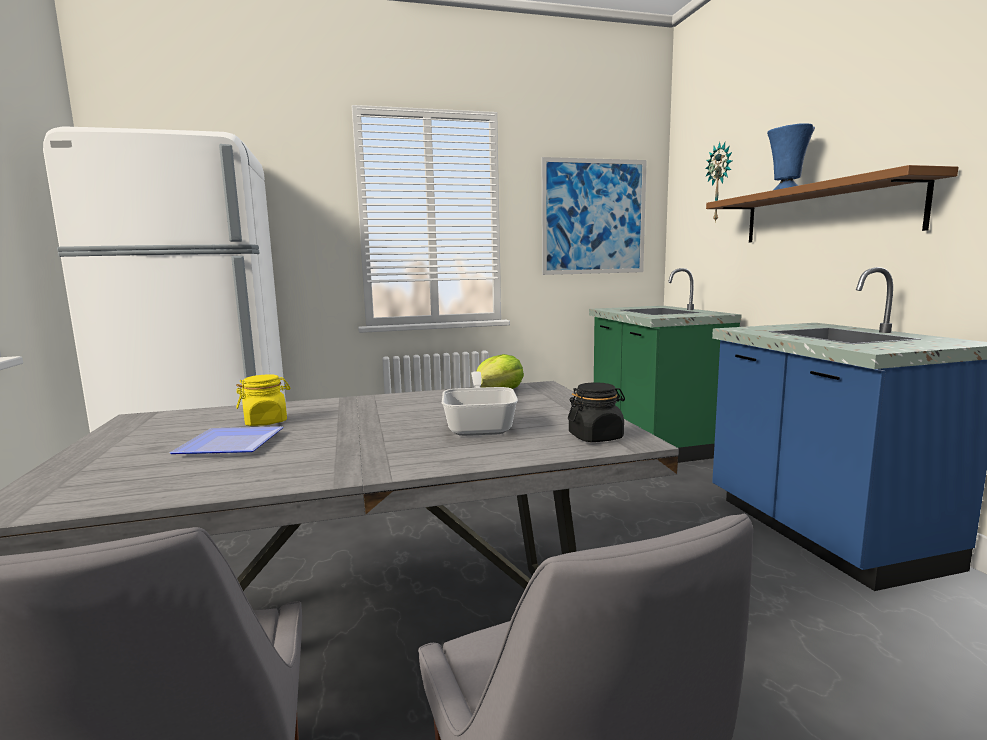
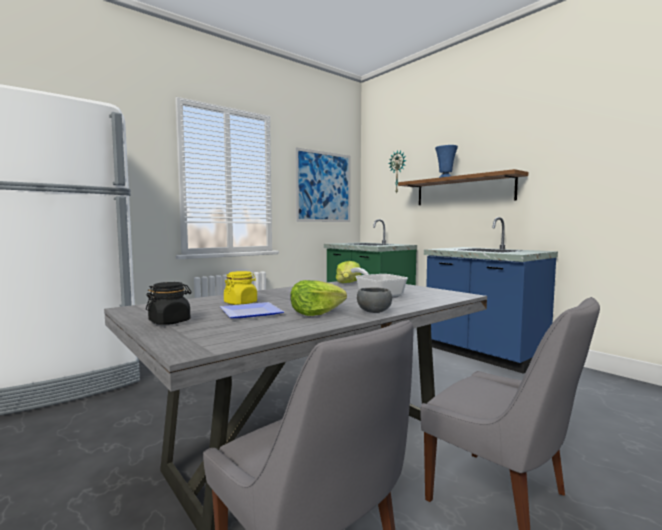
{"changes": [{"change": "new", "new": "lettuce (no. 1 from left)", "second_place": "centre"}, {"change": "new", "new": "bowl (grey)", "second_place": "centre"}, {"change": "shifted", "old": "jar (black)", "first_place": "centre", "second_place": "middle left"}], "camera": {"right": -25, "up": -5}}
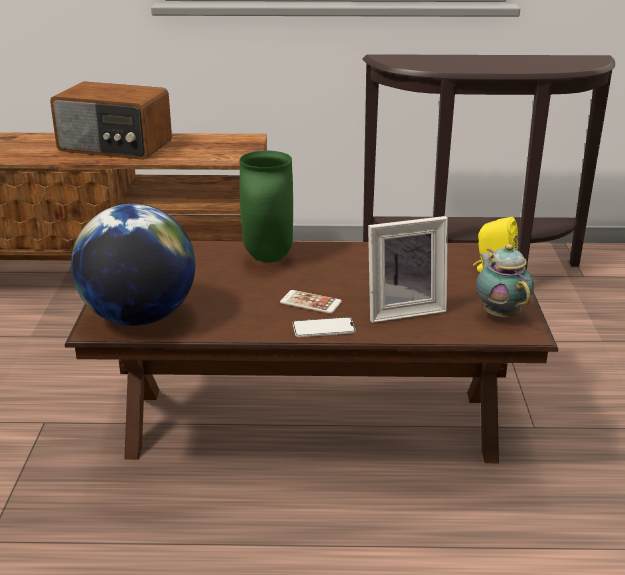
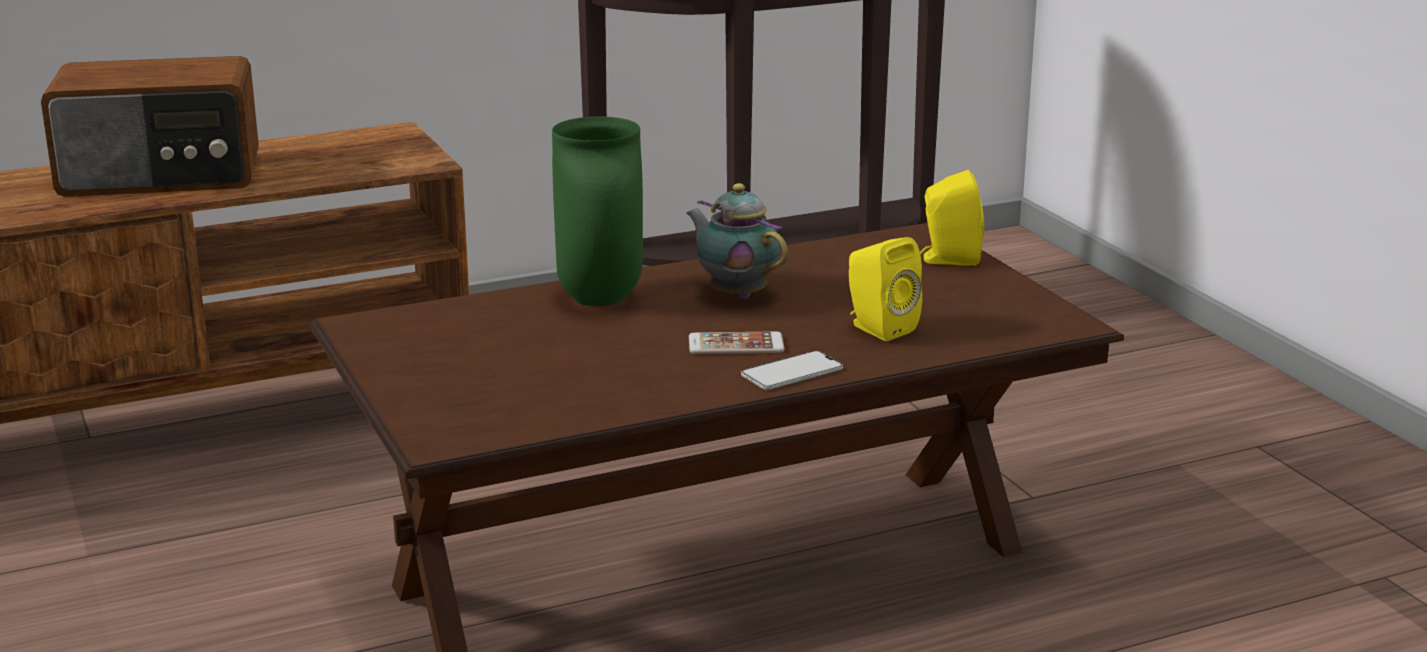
{"changes": [{"change": "gone", "old": "globe", "first_place": "middle left"}, {"change": "shifted", "old": "teapot", "first_place": "middle right", "second_place": "centre"}, {"change": "swapped", "old": "picture frame", "new": "speaker (yellow) (no. 1 from left)", "first_place": "centre", "second_place": "centre"}], "camera": {"right": -25, "up": -5}}
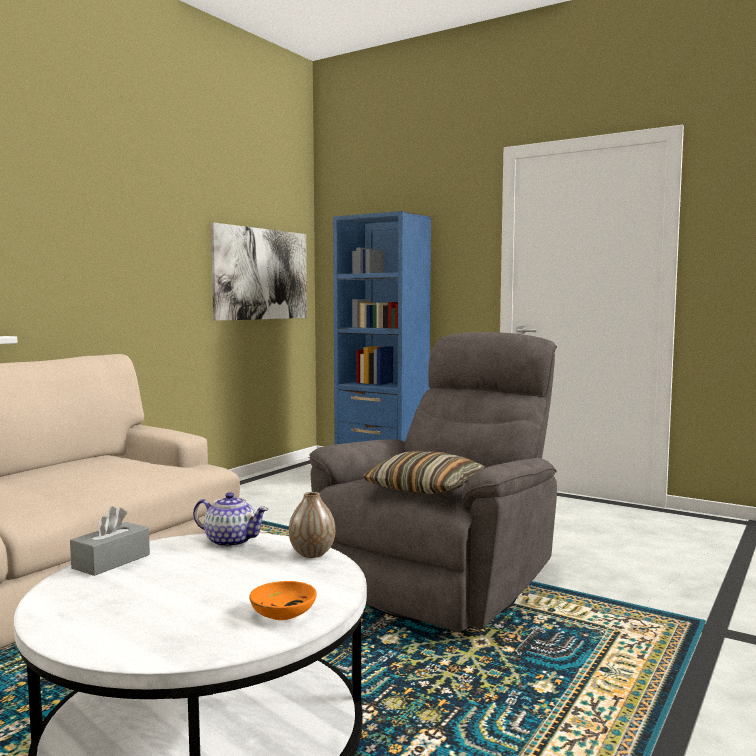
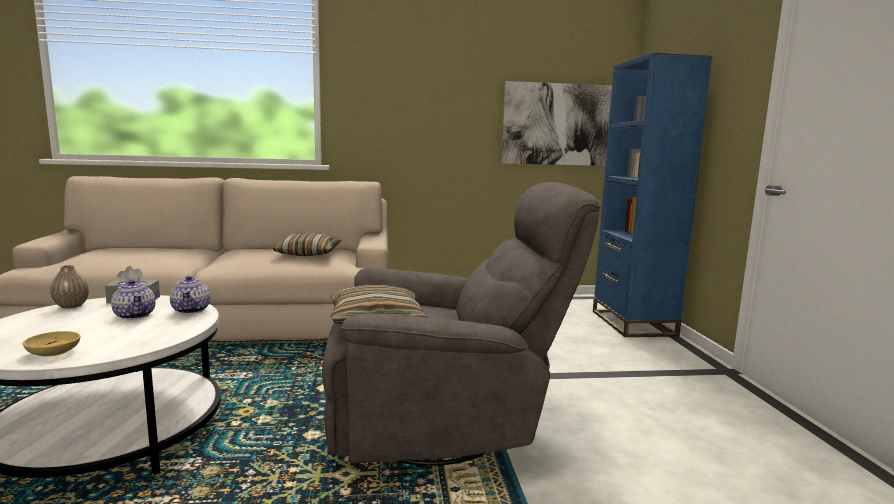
{"changes": [{"change": "new", "new": "teapot (no. 1 from left)", "second_place": "middle left"}, {"change": "new", "new": "pillow (no. 1 from left)", "second_place": "centre"}, {"change": "shifted", "old": "vase", "first_place": "bottom centre", "second_place": "middle left"}, {"change": "repainted", "old": "bowl (orange)", "new": "bowl (beige)", "first_place": "bottom centre", "second_place": "bottom left"}], "camera": {"right": 50, "up": 5}}
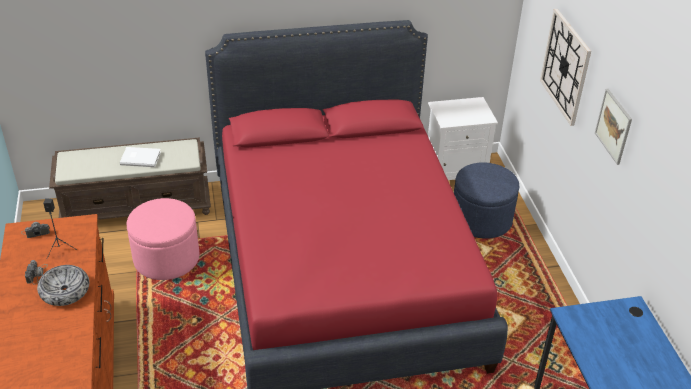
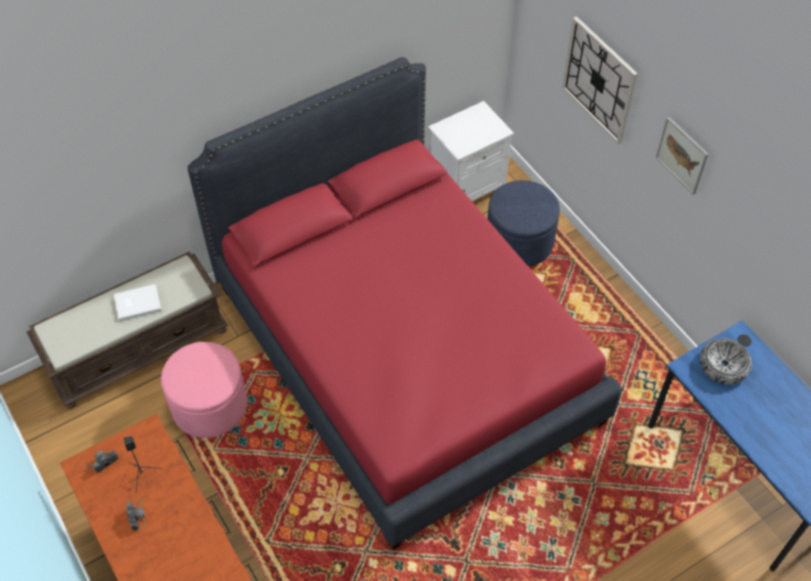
{"changes": [{"change": "shifted", "old": "bowl", "first_place": "bottom left", "second_place": "middle right"}], "camera": {"right": -20, "up": 15}}
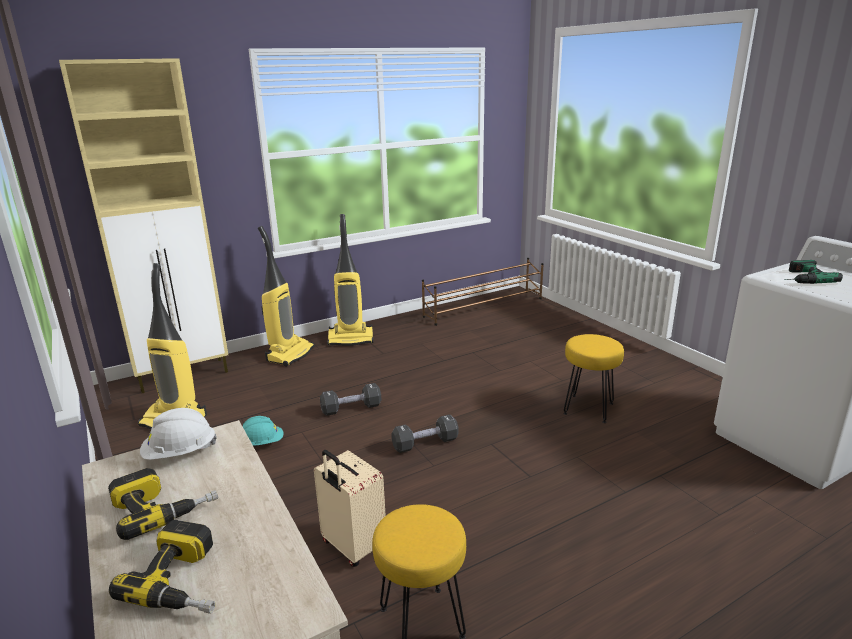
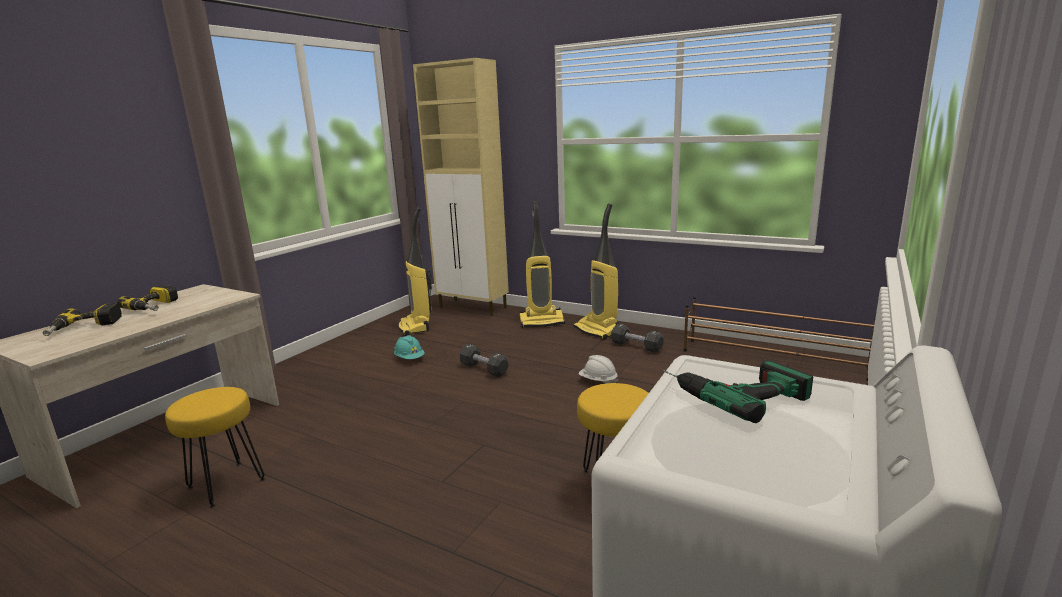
{"changes": [{"change": "gone", "old": "suitcase (beige)", "first_place": "bottom centre"}, {"change": "shifted", "old": "hard hat (white)", "first_place": "bottom left", "second_place": "centre"}, {"change": "shifted", "old": "dumbbell (black) (no. 2 from left)", "first_place": "bottom centre", "second_place": "centre"}], "camera": {"right": 60, "up": -5}}
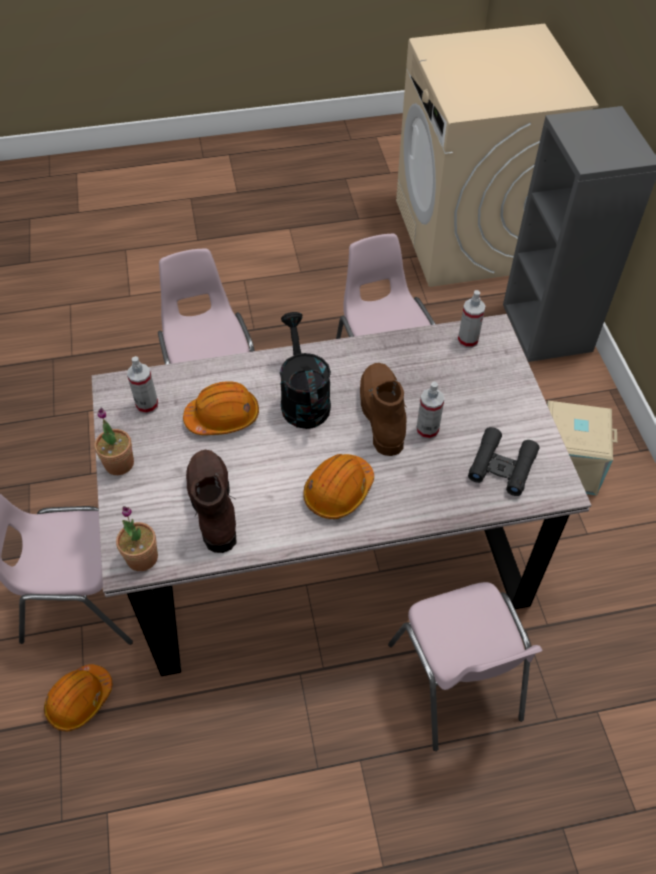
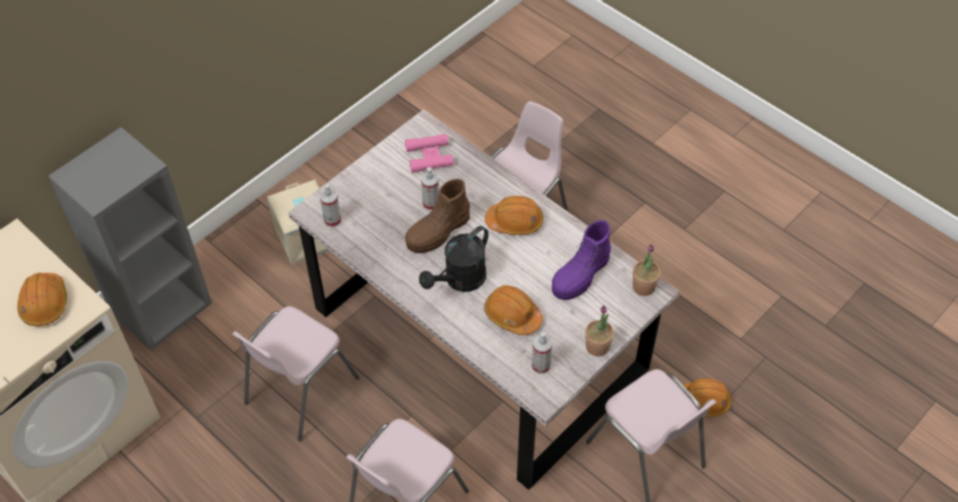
{"changes": [{"change": "new", "new": "hard hat (orange) (no. 1 from left)", "second_place": "middle left"}, {"change": "repainted", "old": "boot (brown) (no. 1 from left)", "new": "boot (purple)", "first_place": "middle left", "second_place": "centre"}, {"change": "repainted", "old": "binoculars (black)", "new": "binoculars (pink)", "first_place": "middle right", "second_place": "top centre"}], "camera": {"right": -125, "up": 0}}
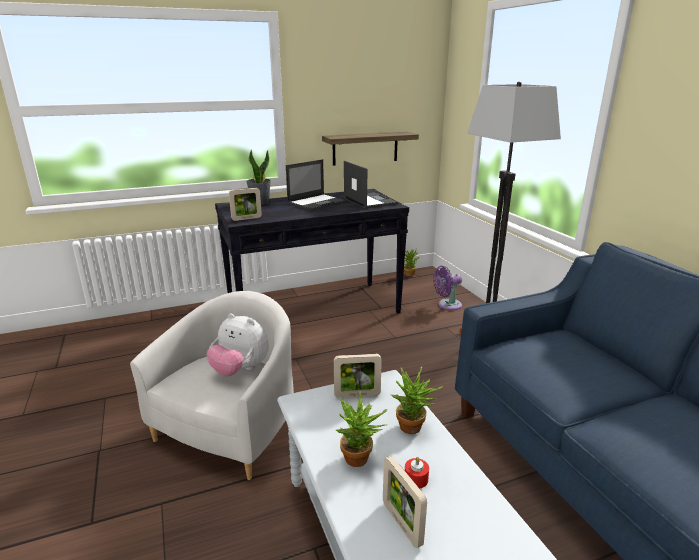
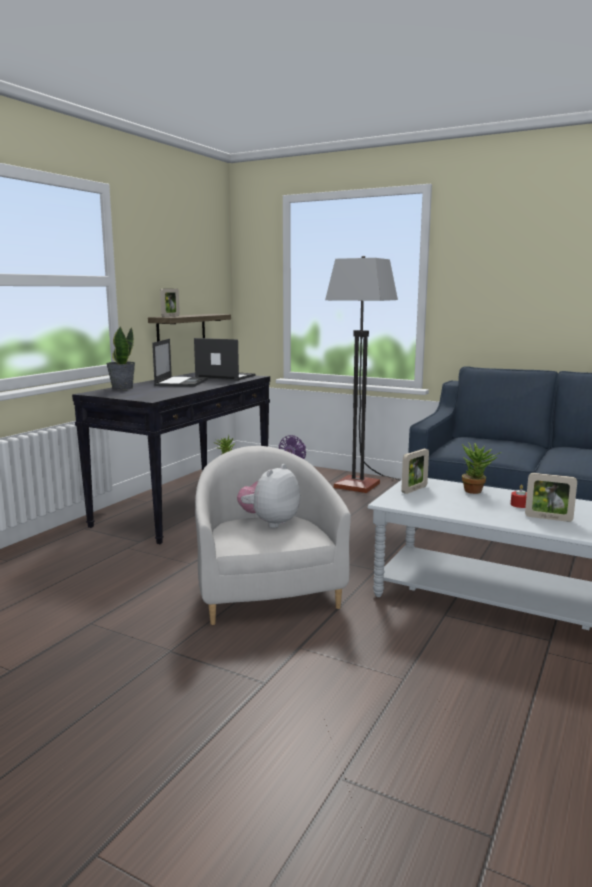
{"changes": [{"change": "gone", "old": "potted plant (no. 2 from left)", "first_place": "bottom centre"}, {"change": "shifted", "old": "picture frame (no. 1 from left)", "first_place": "centre", "second_place": "middle left"}, {"change": "rotated", "old": "plush toy", "first_place": "centre", "second_place": "centre", "degrees": 135}], "camera": {"right": -40, "up": -10}}
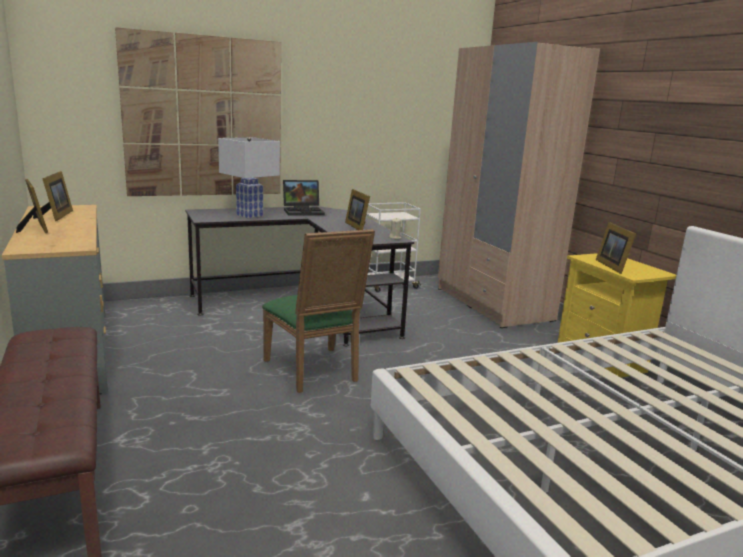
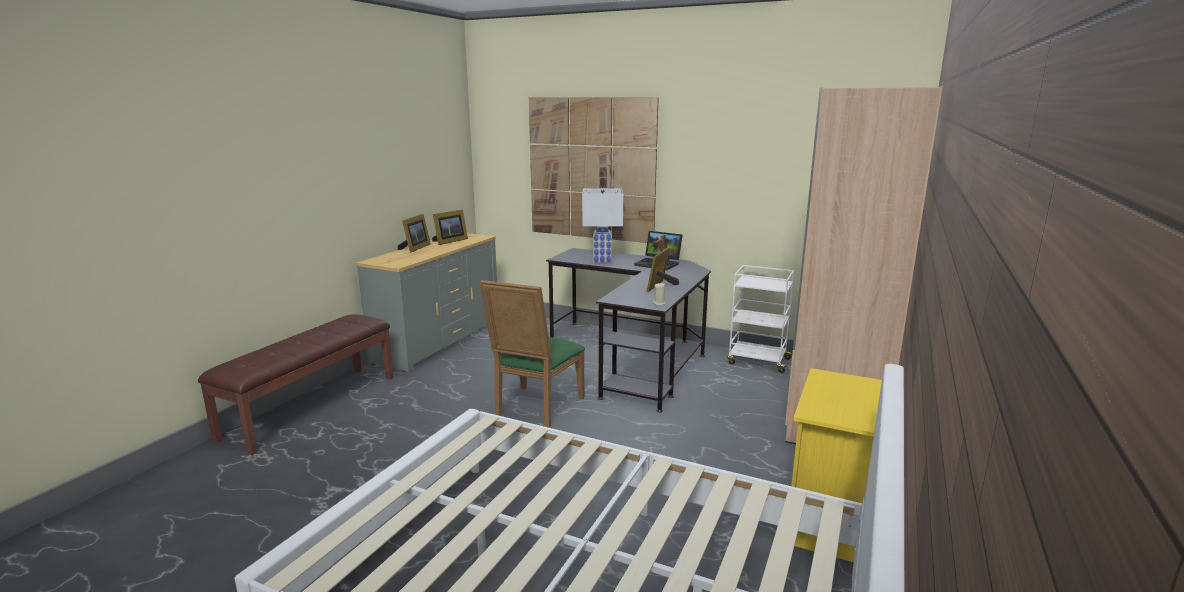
{"changes": [{"change": "gone", "old": "picture frame (no. 4 from left)", "first_place": "middle right"}], "camera": {"right": 50, "up": 0}}
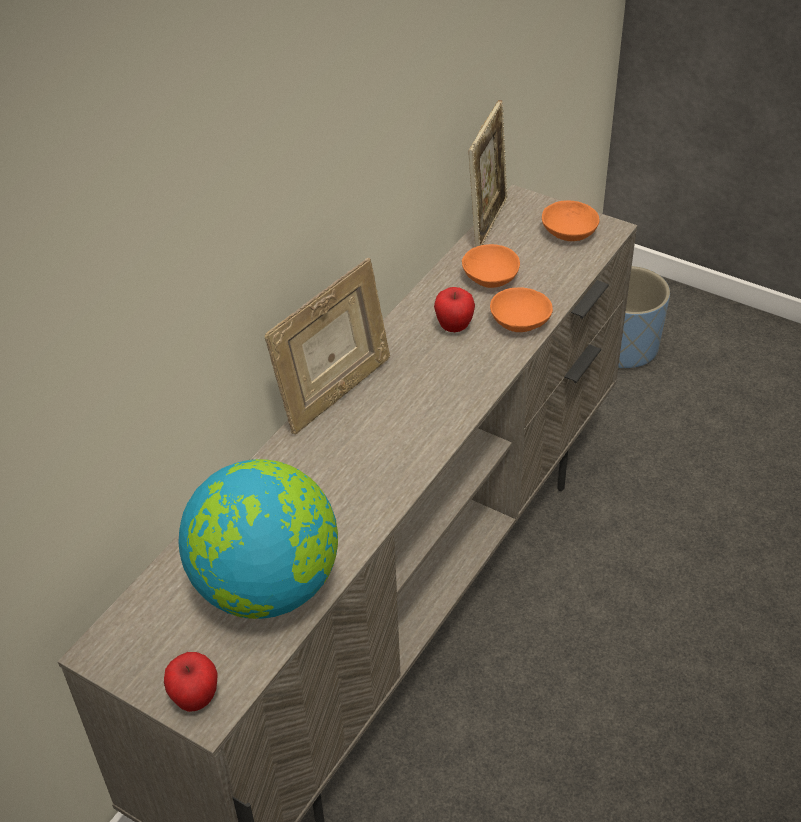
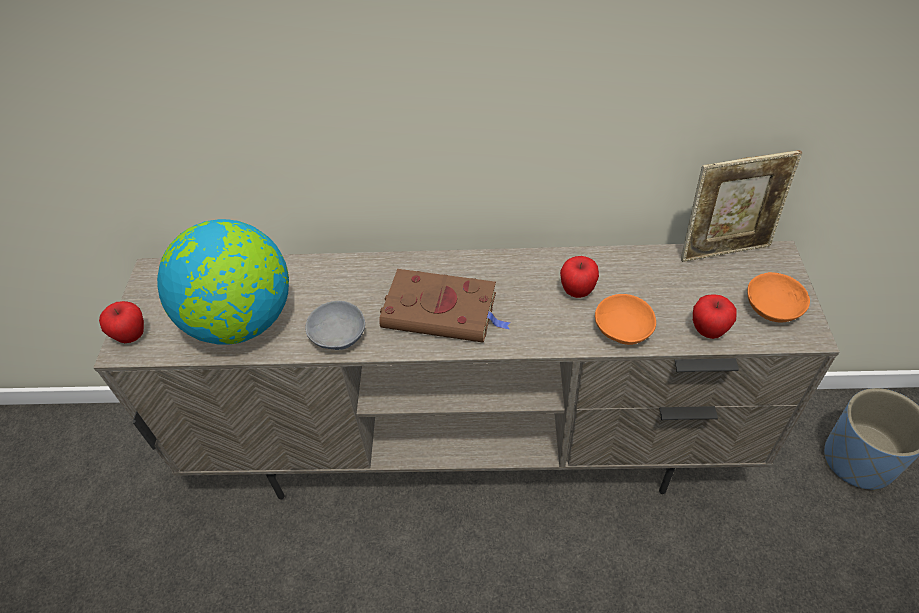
{"changes": [{"change": "gone", "old": "picture frame (no. 1 from left)", "first_place": "centre"}, {"change": "gone", "old": "bowl (orange) (no. 1 from left)", "first_place": "top centre"}, {"change": "new", "new": "bowl (grey)", "second_place": "centre"}, {"change": "new", "new": "book (brown)", "second_place": "centre"}, {"change": "new", "new": "apple (no. 3 from left)", "second_place": "middle right"}], "camera": {"right": 60, "up": 5}}
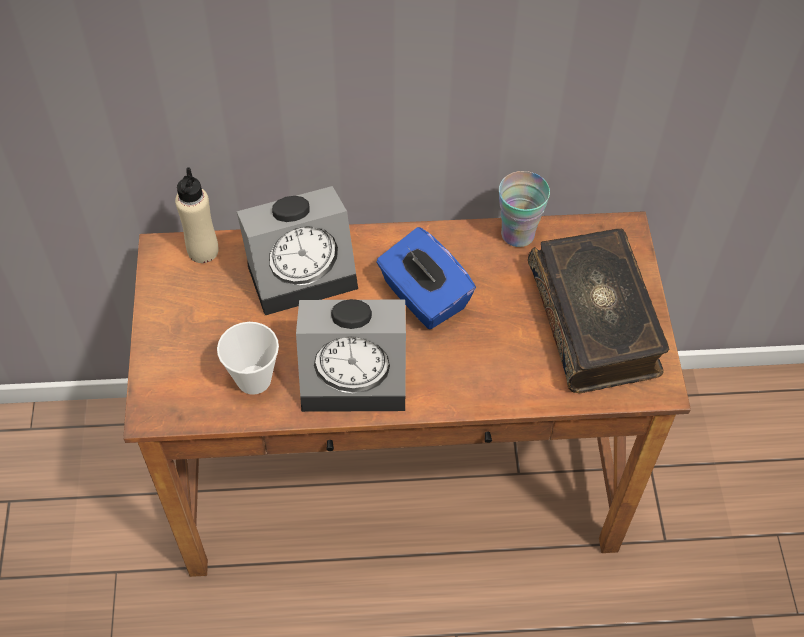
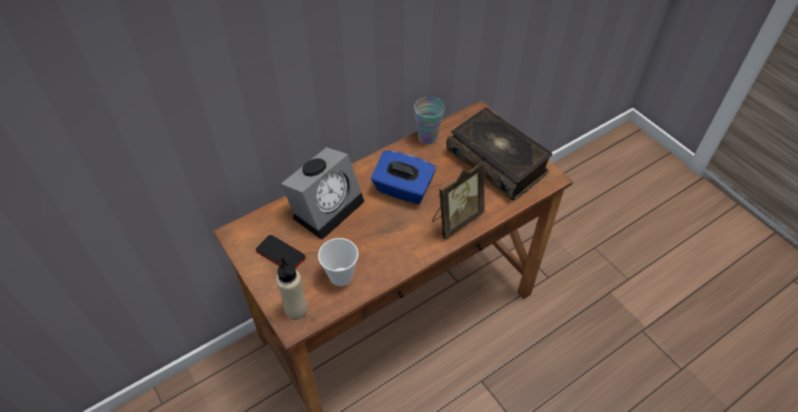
{"changes": [{"change": "gone", "old": "alarm clock (no. 2 from left)", "first_place": "centre"}, {"change": "new", "new": "phone", "second_place": "centre"}, {"change": "new", "new": "picture frame", "second_place": "centre"}, {"change": "shifted", "old": "bottle (beige)", "first_place": "middle left", "second_place": "bottom centre"}], "camera": {"right": -30, "up": -5}}
